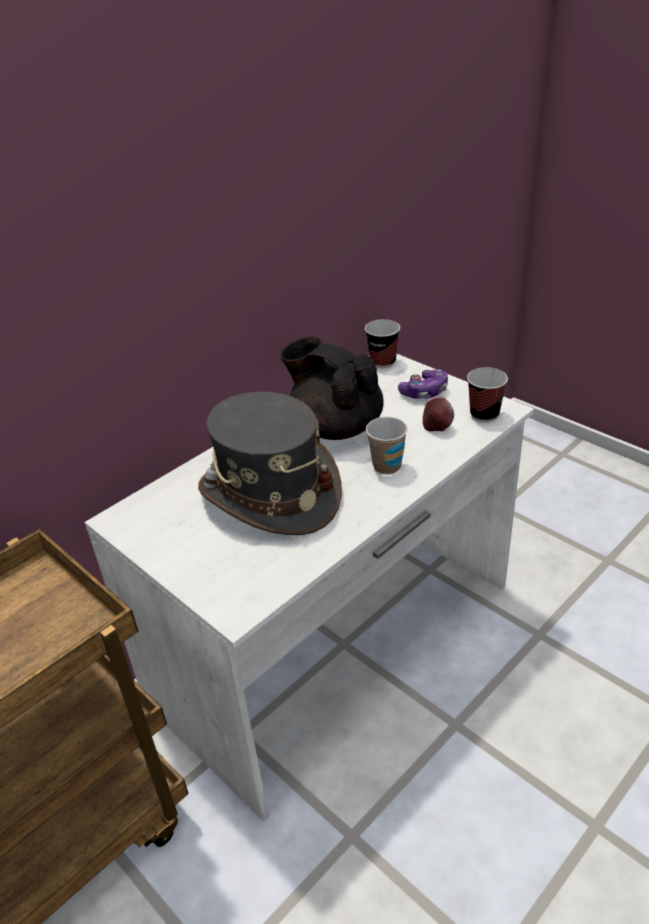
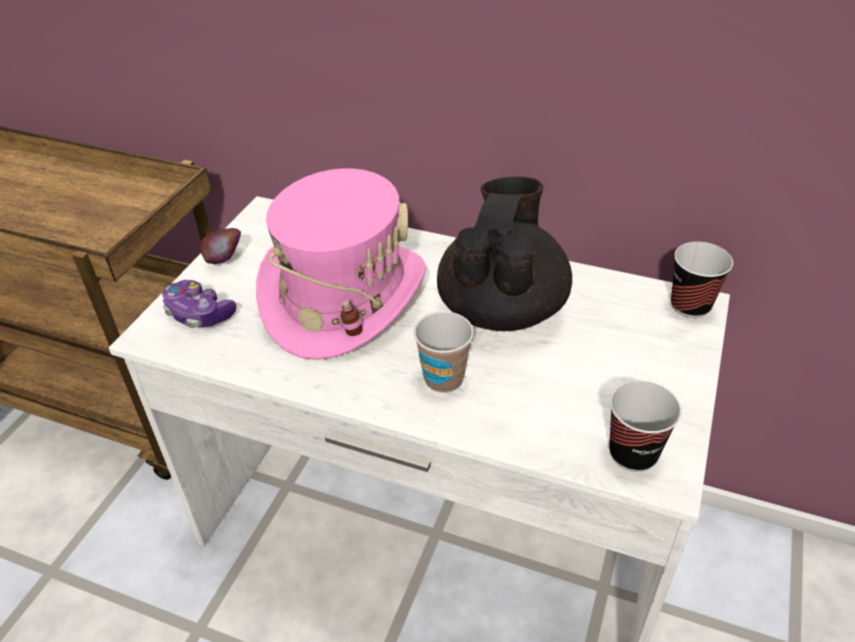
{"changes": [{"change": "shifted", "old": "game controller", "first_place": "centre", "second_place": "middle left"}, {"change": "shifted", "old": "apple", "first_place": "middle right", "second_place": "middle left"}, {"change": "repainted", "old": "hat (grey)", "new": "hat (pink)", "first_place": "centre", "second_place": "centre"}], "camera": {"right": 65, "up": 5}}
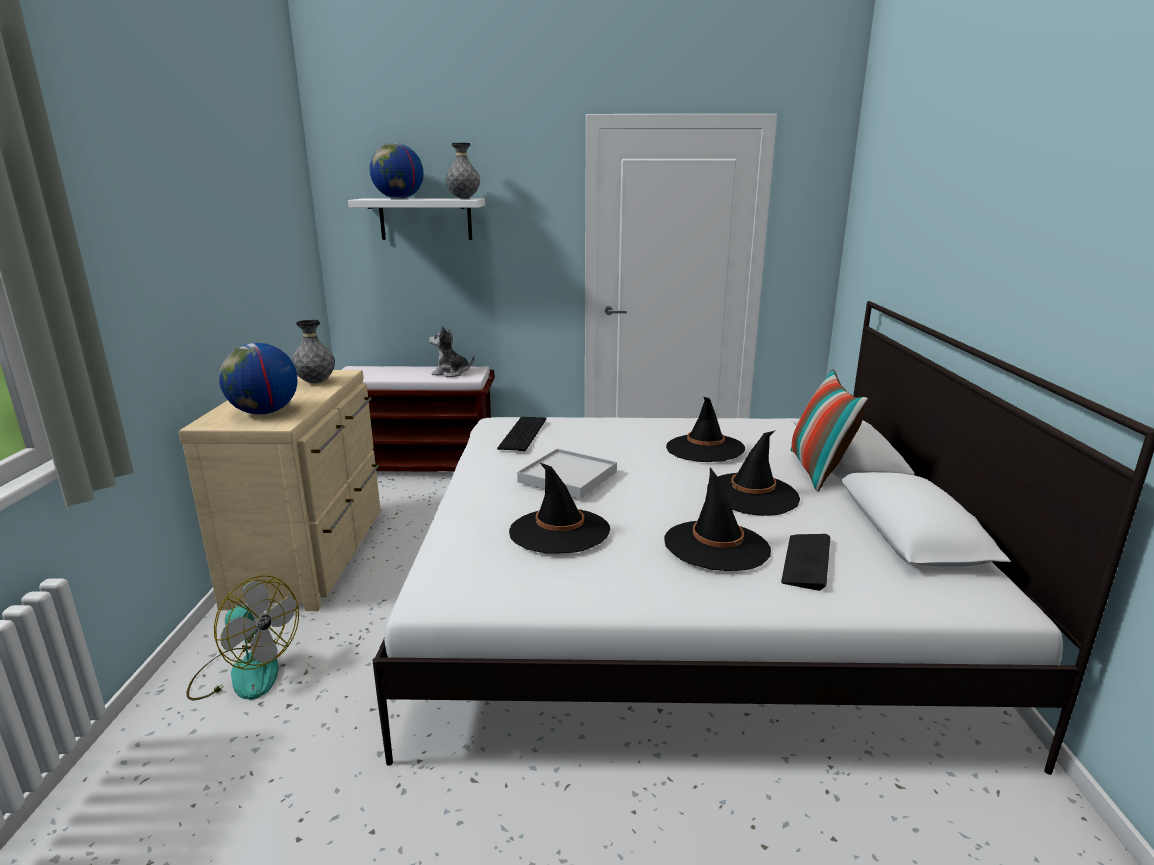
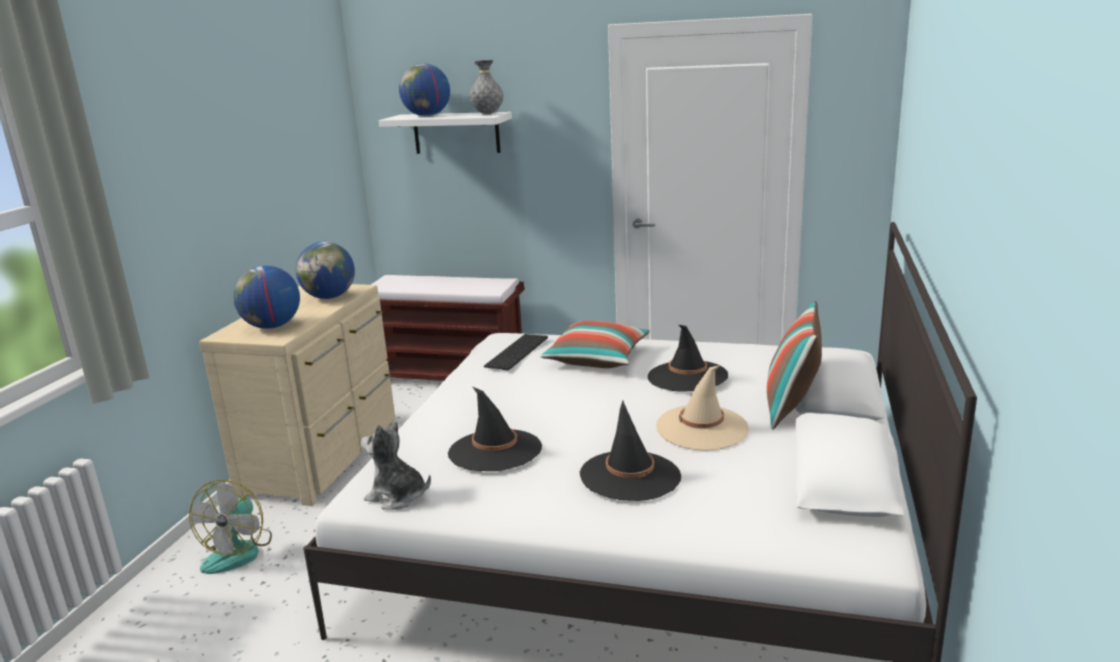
{"changes": [{"change": "gone", "old": "tray (white)", "first_place": "centre"}, {"change": "gone", "old": "keyboard (no. 2 from left)", "first_place": "middle right"}, {"change": "new", "new": "pillow (no. 1 from left)", "second_place": "centre"}, {"change": "shifted", "old": "plush toy", "first_place": "centre", "second_place": "bottom centre"}, {"change": "swapped", "old": "vase (grey) (no. 1 from left)", "new": "globe (no. 2 from left)", "first_place": "middle left", "second_place": "middle left"}, {"change": "repainted", "old": "hat (black) (no. 4 from left)", "new": "hat (beige)", "first_place": "centre", "second_place": "centre"}, {"change": "rotated", "old": "fan", "first_place": "bottom left", "second_place": "bottom left", "degrees": 60}], "camera": {"right": 15, "up": 0}}
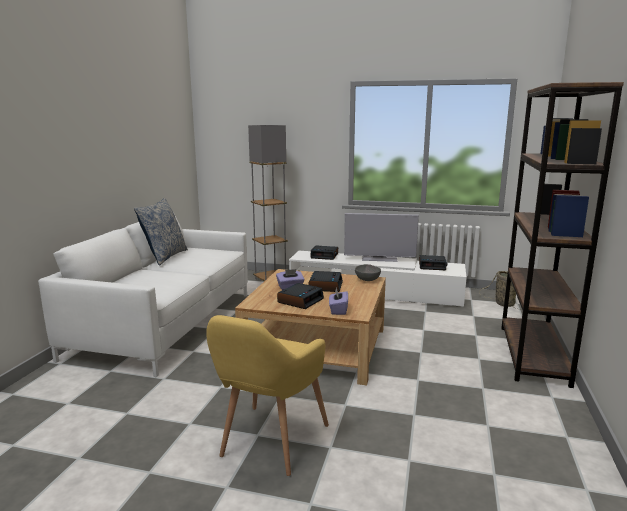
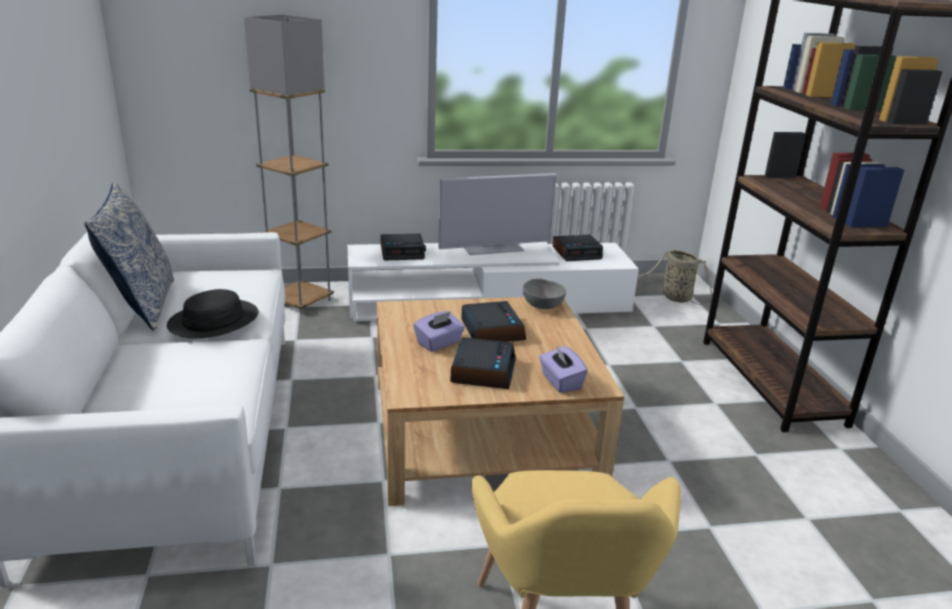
{"changes": [{"change": "new", "new": "hat (black)", "second_place": "middle left"}], "camera": {"right": -25, "up": 10}}
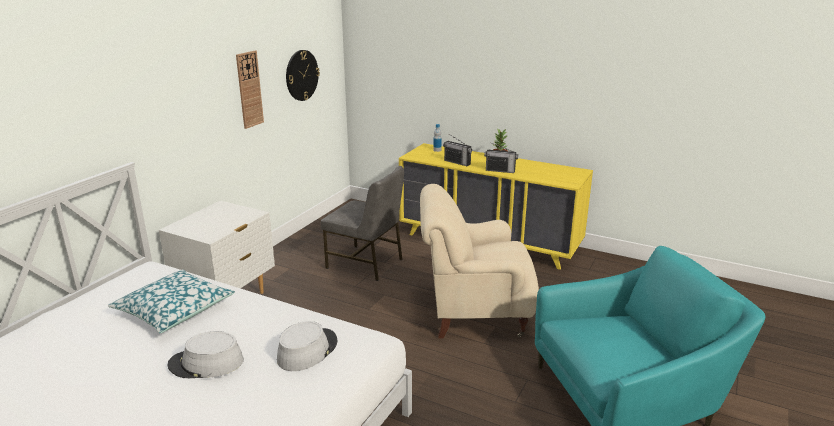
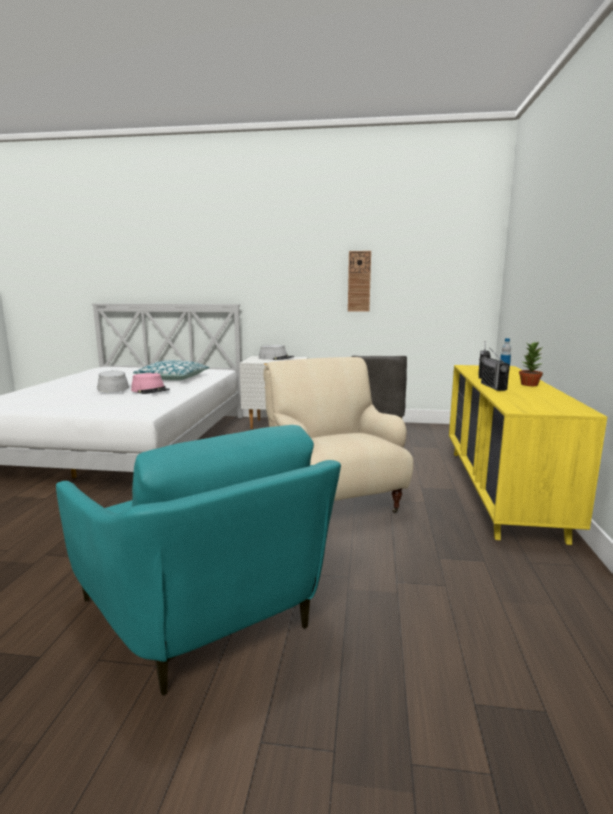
{"changes": [{"change": "gone", "old": "wall clock (no. 2 from left)", "first_place": "top centre"}, {"change": "new", "new": "hat (pink)", "second_place": "middle left"}, {"change": "shifted", "old": "hat (grey) (no. 2 from left)", "first_place": "bottom centre", "second_place": "centre"}], "camera": {"right": 70, "up": -10}}
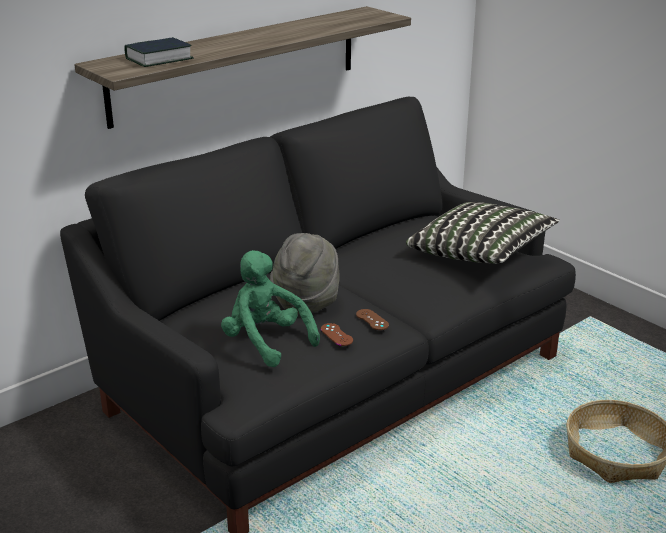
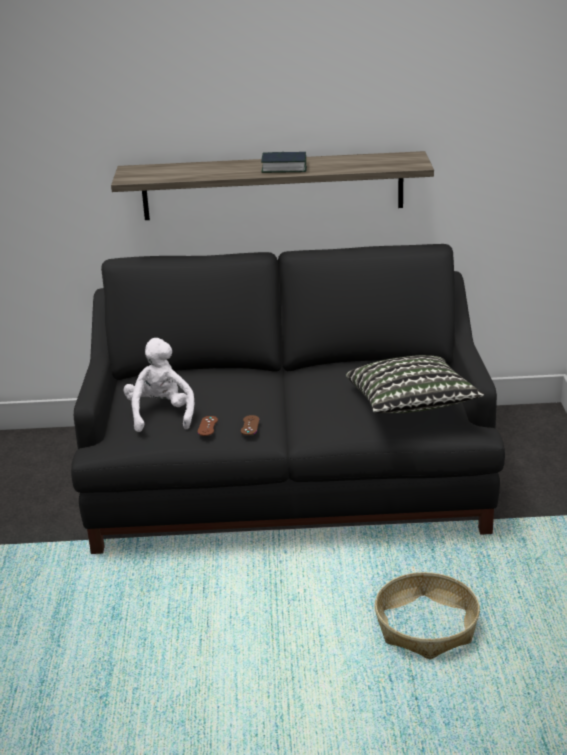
{"changes": [{"change": "gone", "old": "hat (grey)", "first_place": "centre"}, {"change": "shifted", "old": "book", "first_place": "top left", "second_place": "top centre"}, {"change": "repainted", "old": "plush toy (green)", "new": "plush toy (white)", "first_place": "centre", "second_place": "middle left"}], "camera": {"right": 40, "up": 0}}
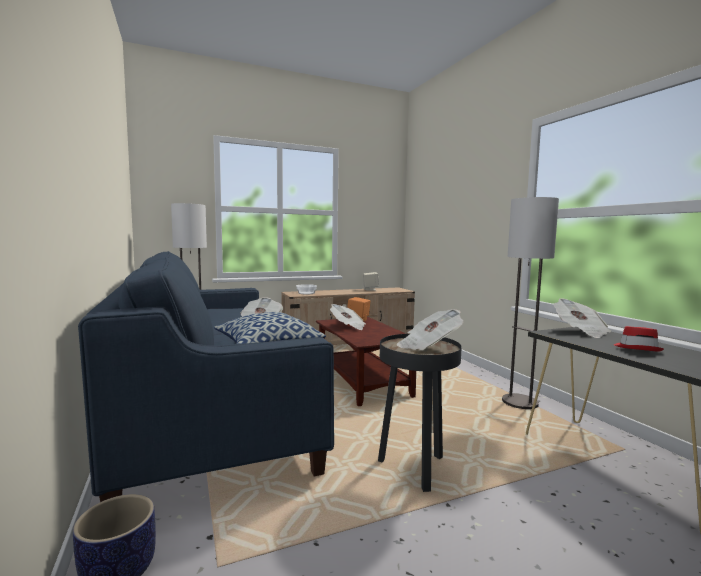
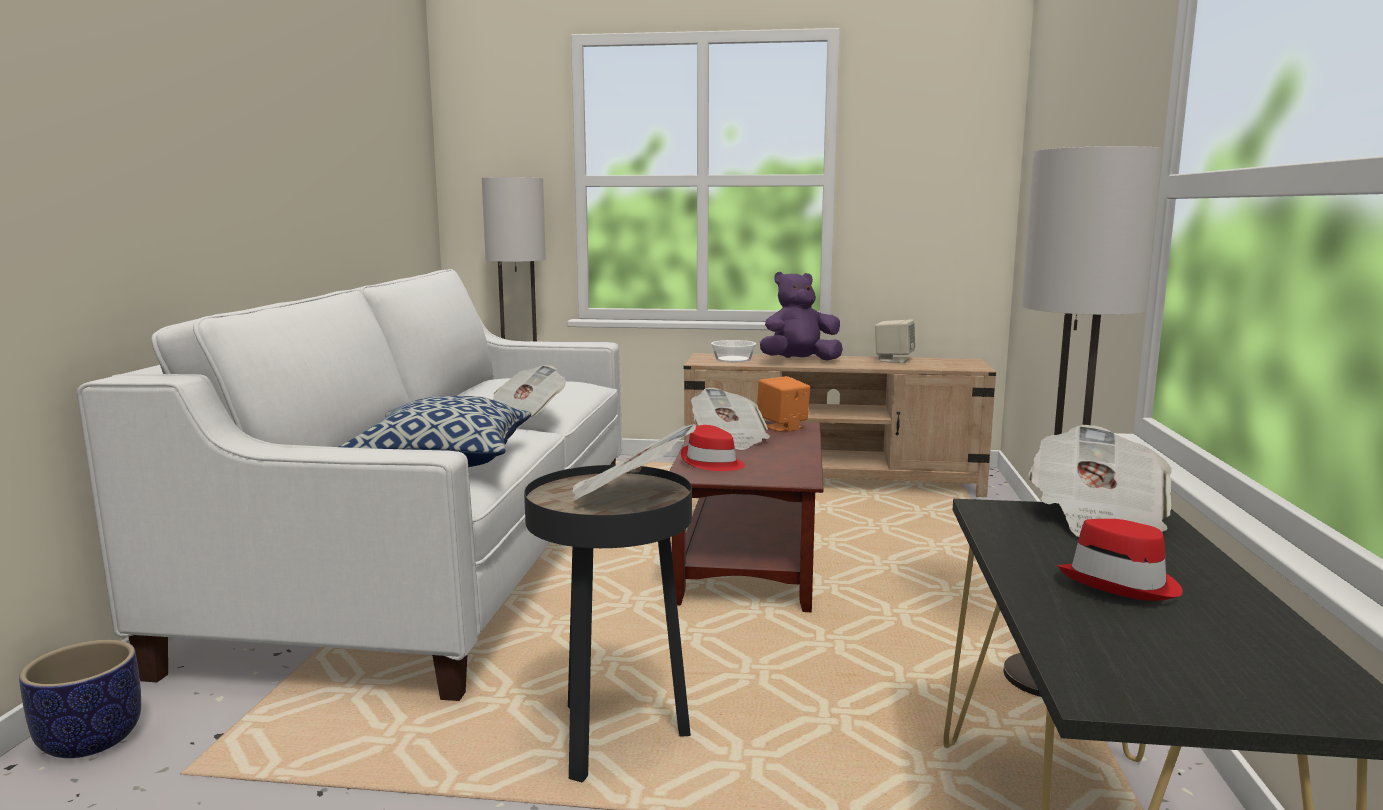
{"changes": [{"change": "new", "new": "hat (red) (no. 1 from left)", "second_place": "centre"}, {"change": "new", "new": "plush toy (purple)", "second_place": "centre"}, {"change": "repainted", "old": "sofa (blue)", "new": "sofa (white)", "first_place": "middle left", "second_place": "middle left"}], "camera": {"right": 30, "up": 5}}
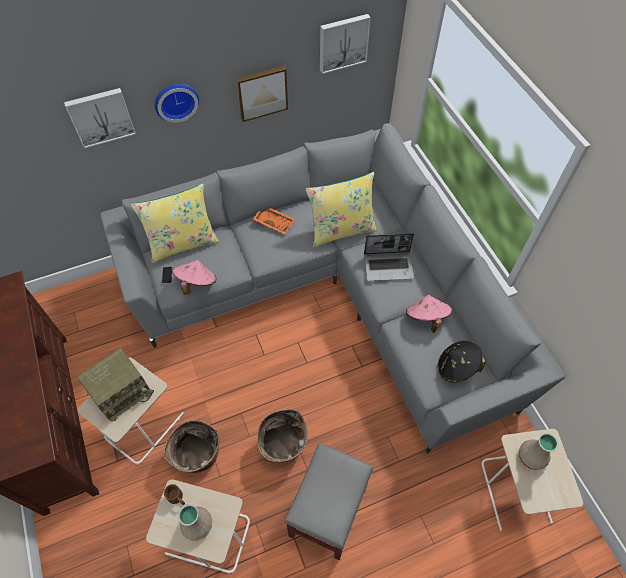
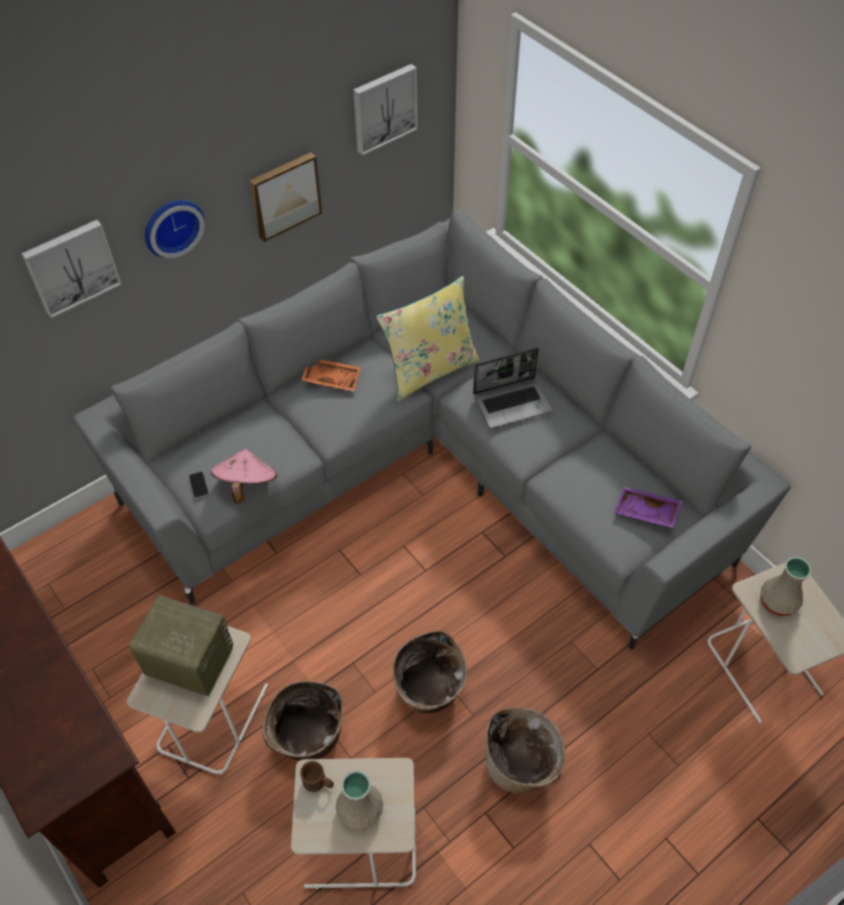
{"changes": [{"change": "gone", "old": "pillow (yellow) (no. 1 from left)", "first_place": "middle left"}, {"change": "gone", "old": "hat (pink) (no. 2 from left)", "first_place": "middle right"}, {"change": "swapped", "old": "stool (grey)", "new": "basket (no. 3 from left)", "first_place": "bottom centre", "second_place": "bottom centre"}, {"change": "swapped", "old": "hat (black)", "new": "tray (purple)", "first_place": "middle right", "second_place": "middle right"}, {"change": "rotated", "old": "radio", "first_place": "middle left", "second_place": "bottom left", "degrees": -105}], "camera": {"right": -15, "up": -5}}
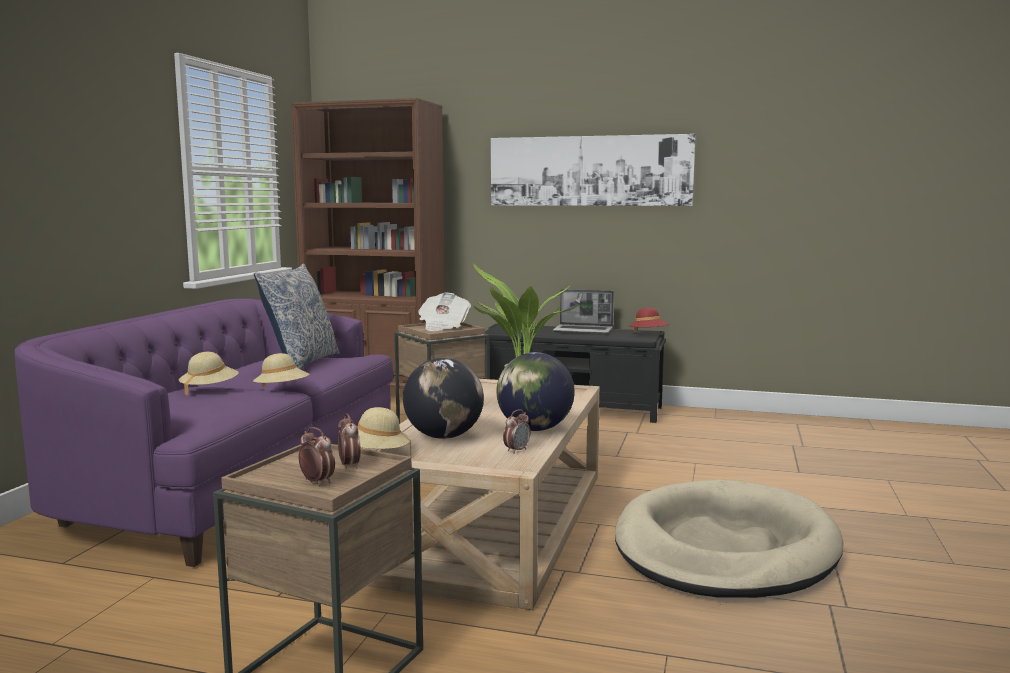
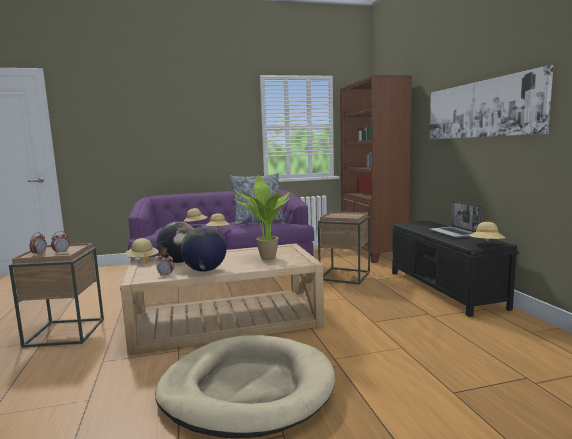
{"changes": [{"change": "gone", "old": "newspaper", "first_place": "centre"}, {"change": "repainted", "old": "hat (red)", "new": "hat (beige) (no. 4 from left)", "first_place": "centre", "second_place": "middle right"}], "camera": {"right": 60, "up": 0}}
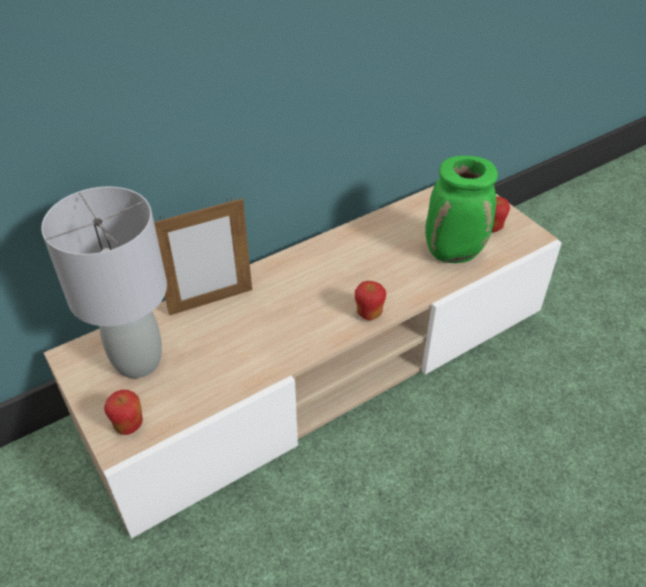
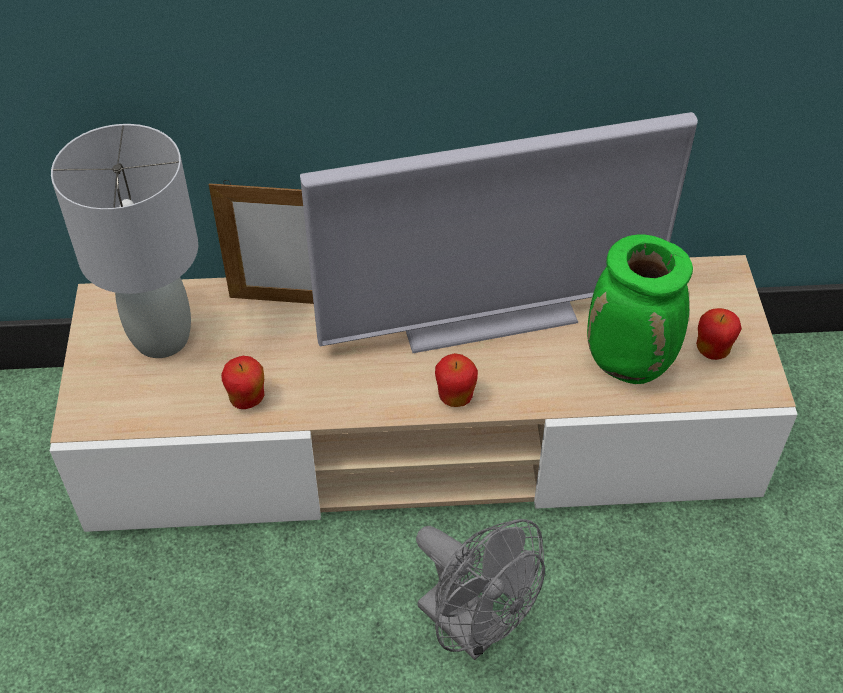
{"changes": [{"change": "new", "new": "television", "second_place": "centre"}, {"change": "new", "new": "fan (grey)", "second_place": "bottom centre"}, {"change": "shifted", "old": "apple (no. 1 from left)", "first_place": "bottom left", "second_place": "middle left"}], "camera": {"right": 30, "up": 5}}
